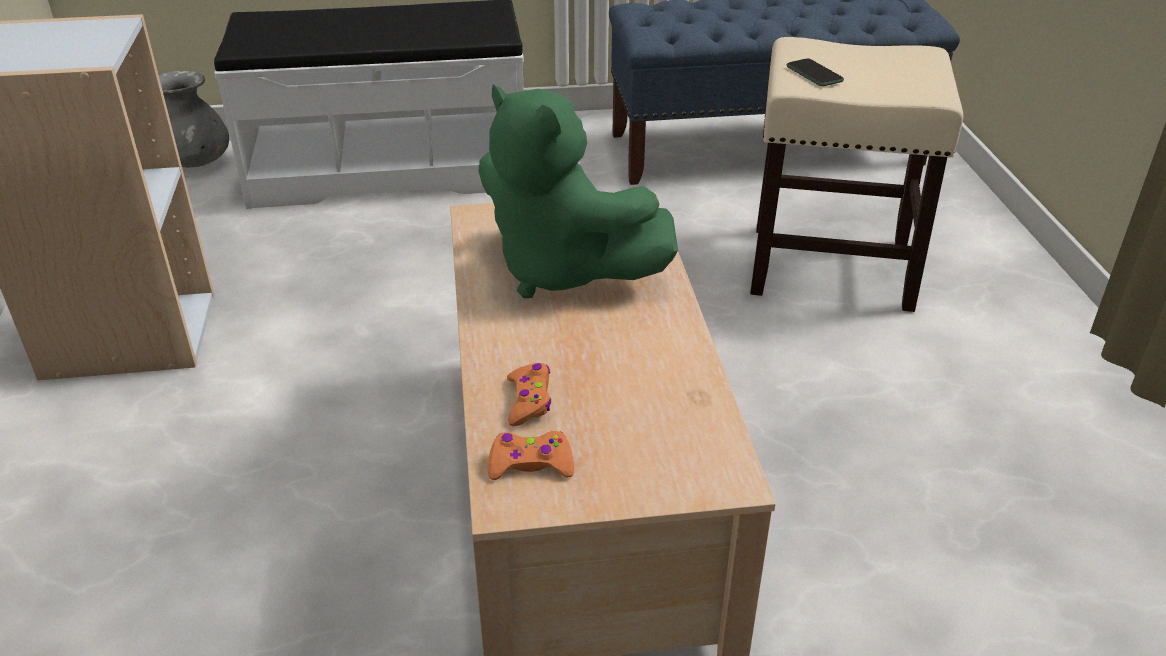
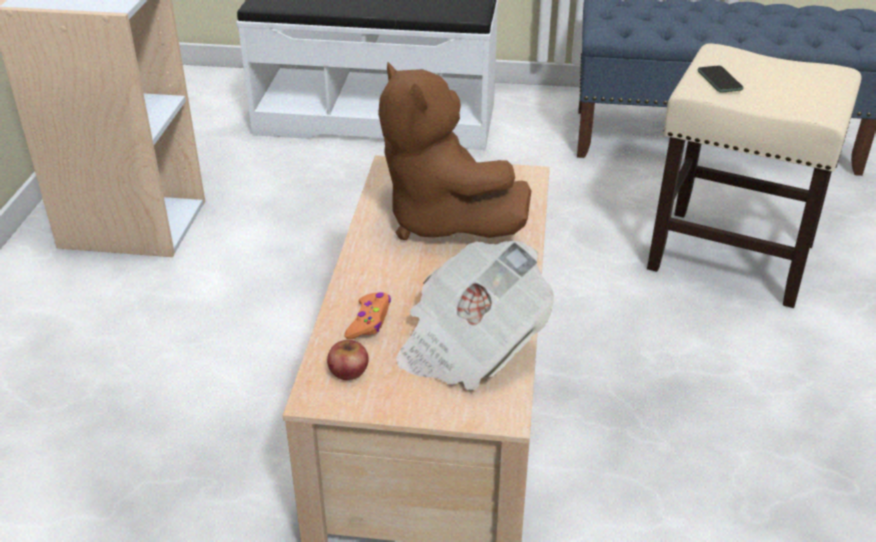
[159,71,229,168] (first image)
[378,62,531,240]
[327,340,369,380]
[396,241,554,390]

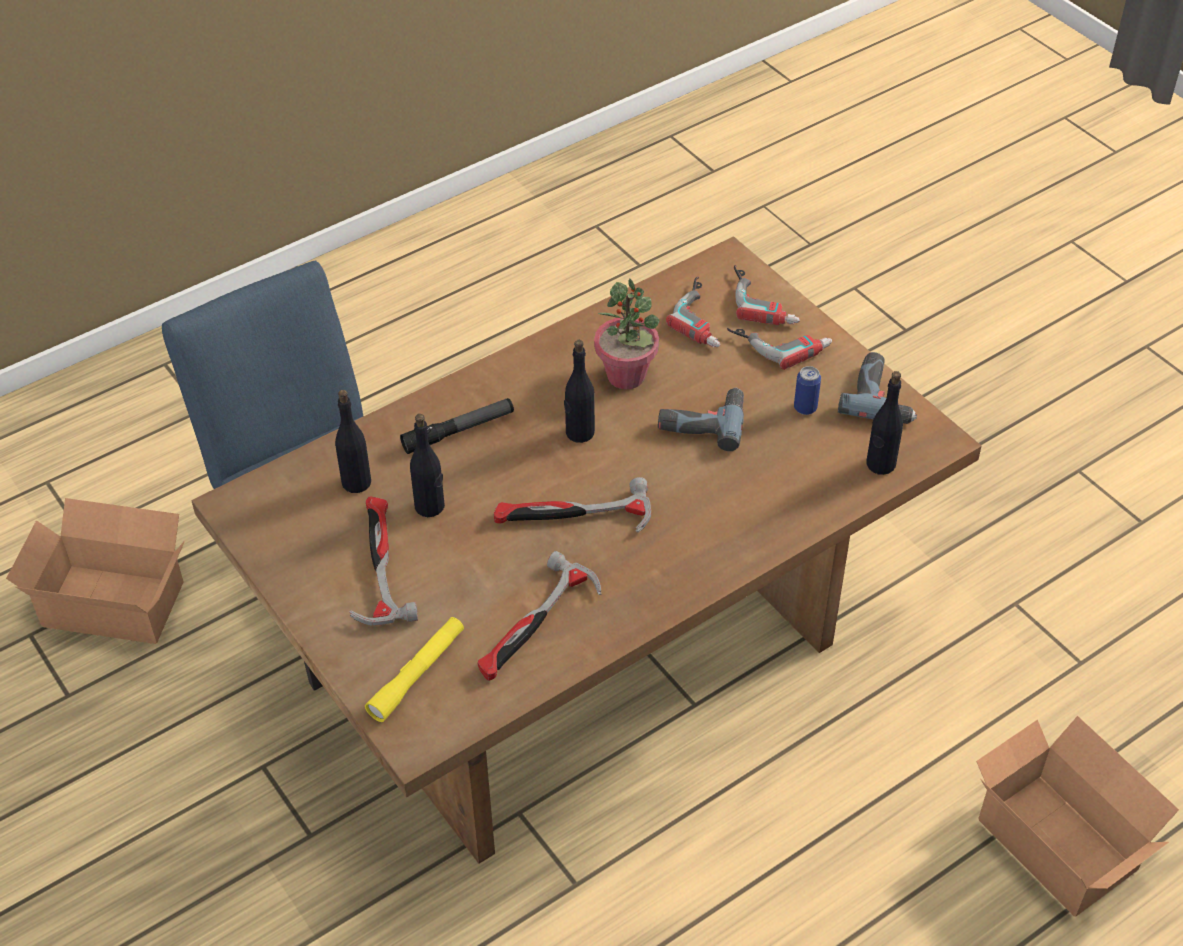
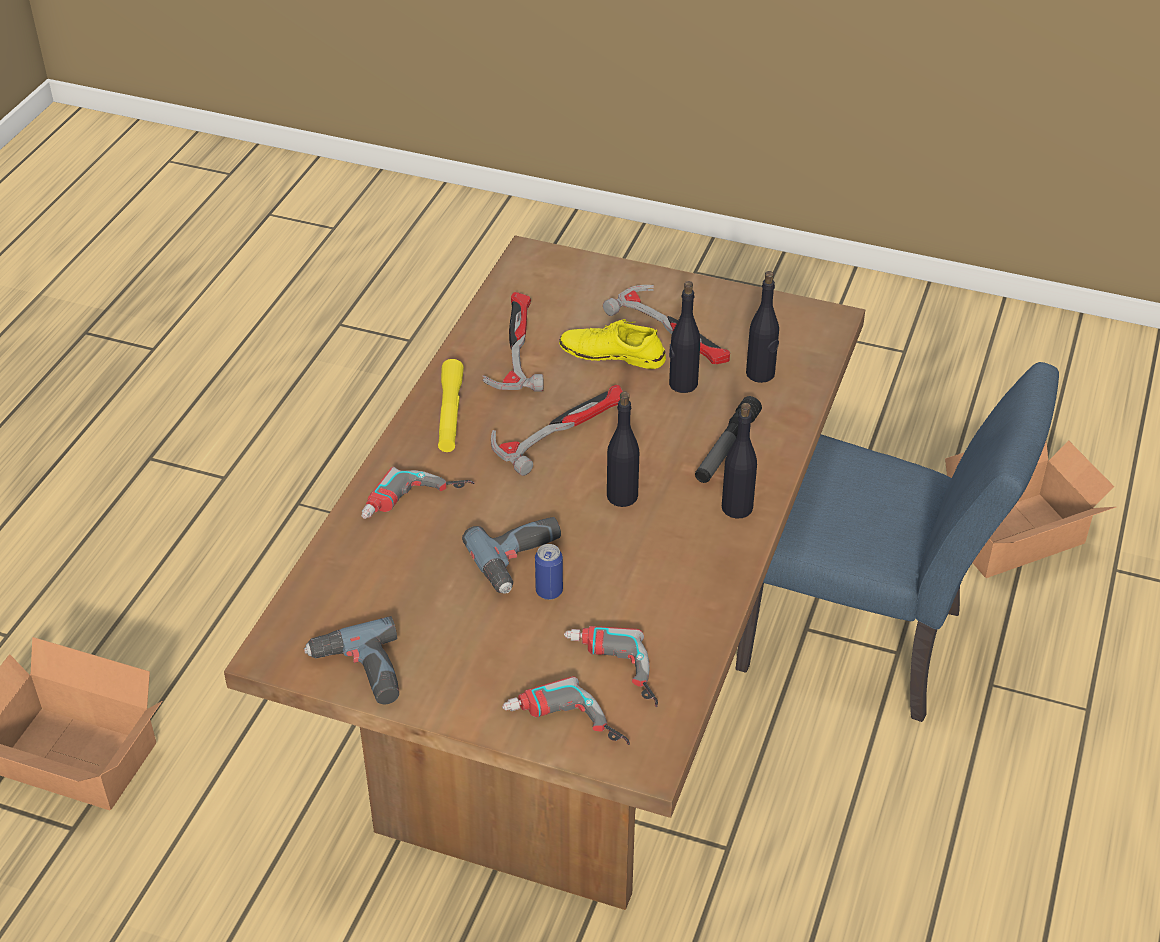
[594,278,660,389] (first image)
[362,467,475,519]
[535,544,563,600]
[722,403,757,519]
[438,359,464,452]
[559,319,666,369]

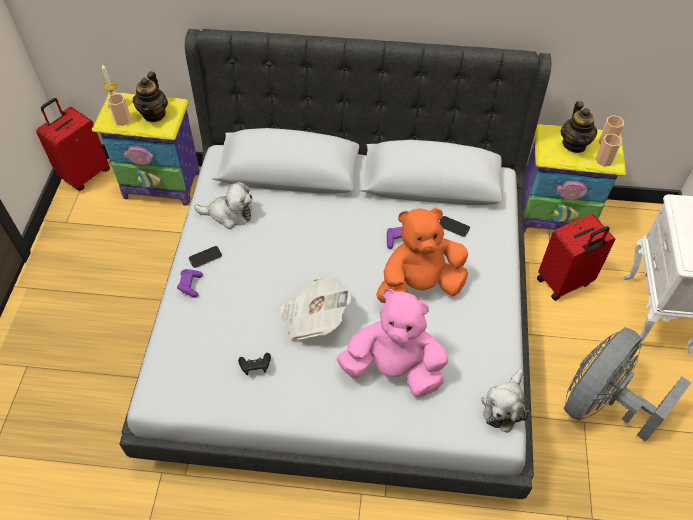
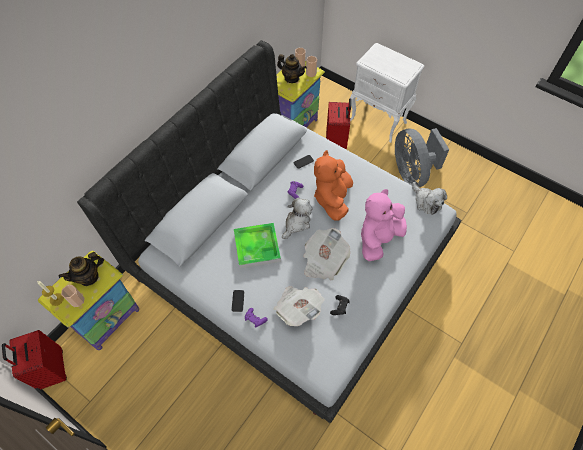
[59,252,104,286]
[282,198,312,239]
[234,223,281,269]
[274,286,324,326]

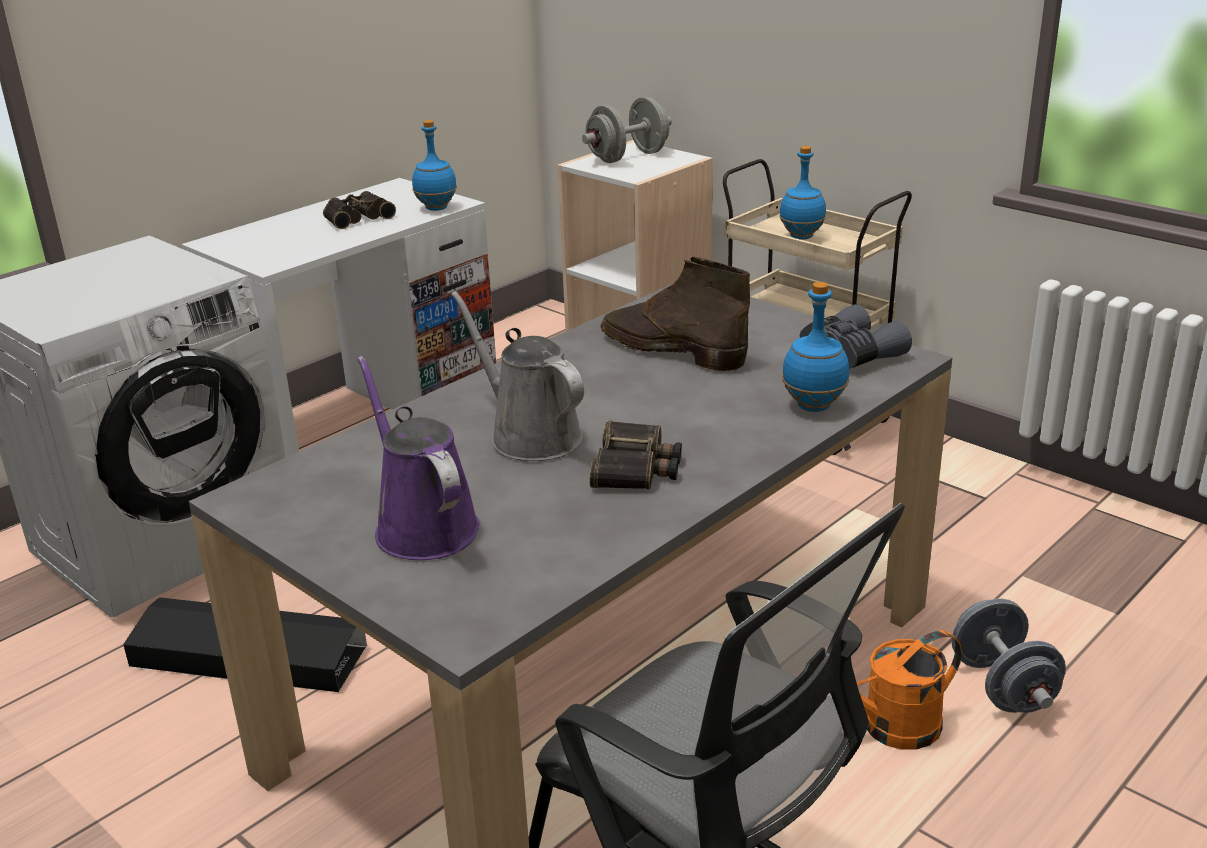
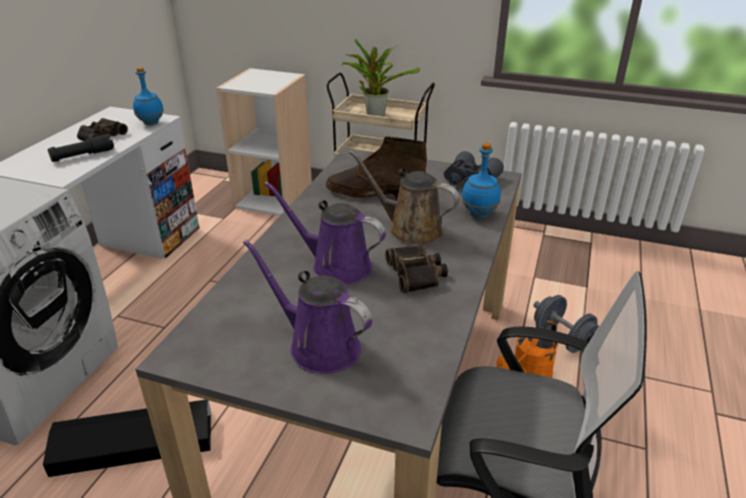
[582,97,672,163] (first image)
[341,39,420,117]
[264,181,386,284]
[48,134,114,162]
[349,150,460,245]

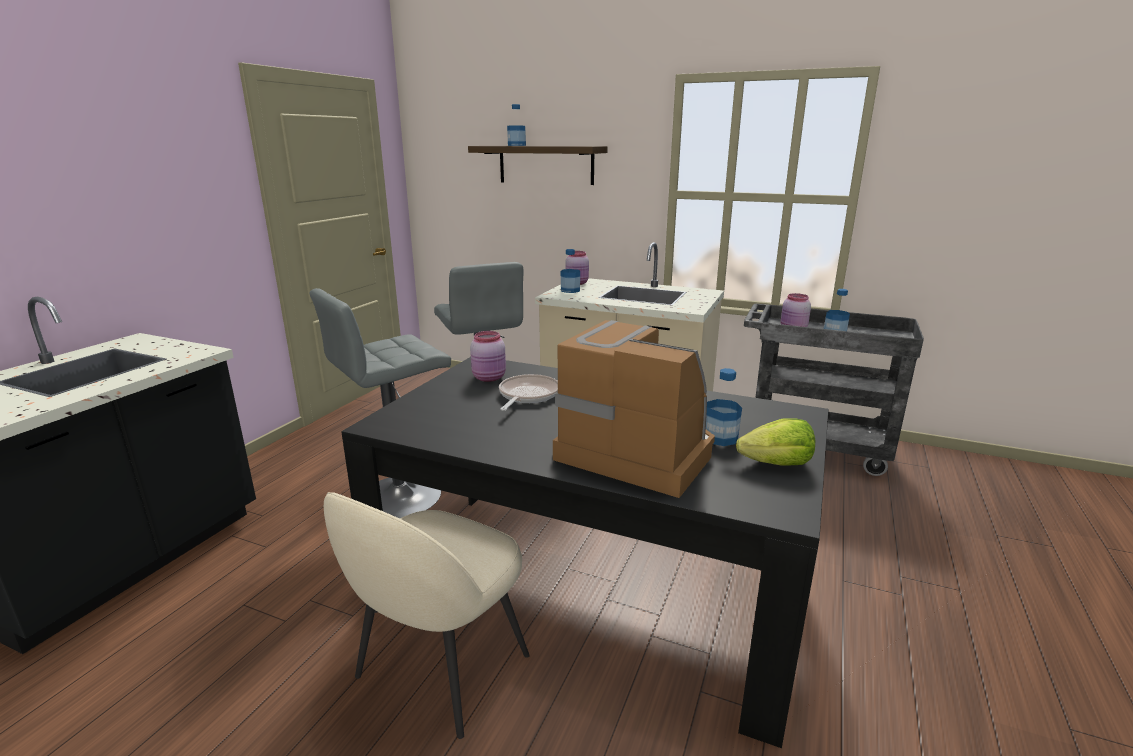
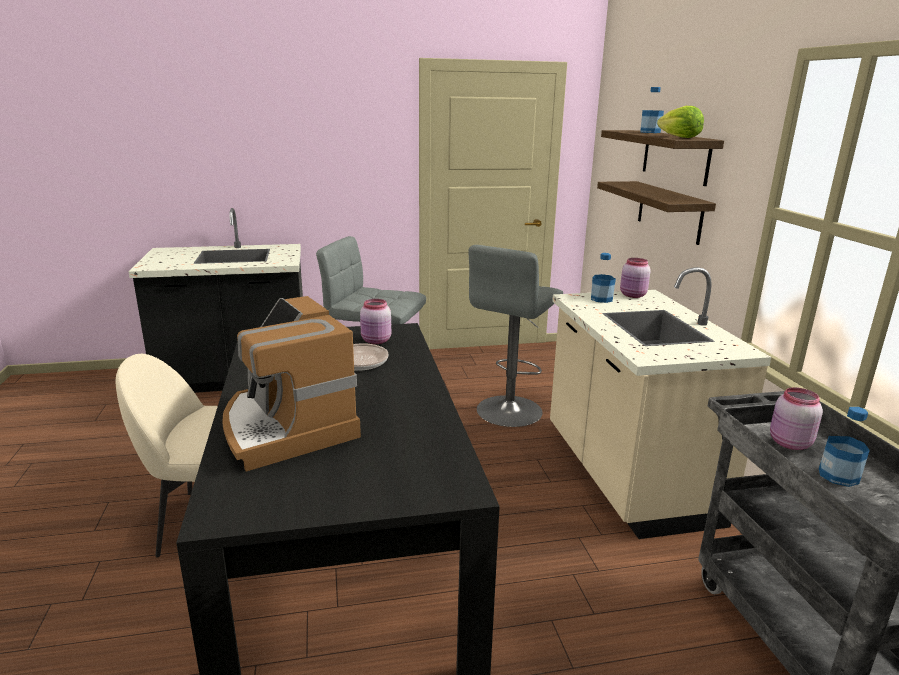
[222,296,361,471]
[706,368,742,446] (first image)
[657,106,704,138]
[597,181,716,245]

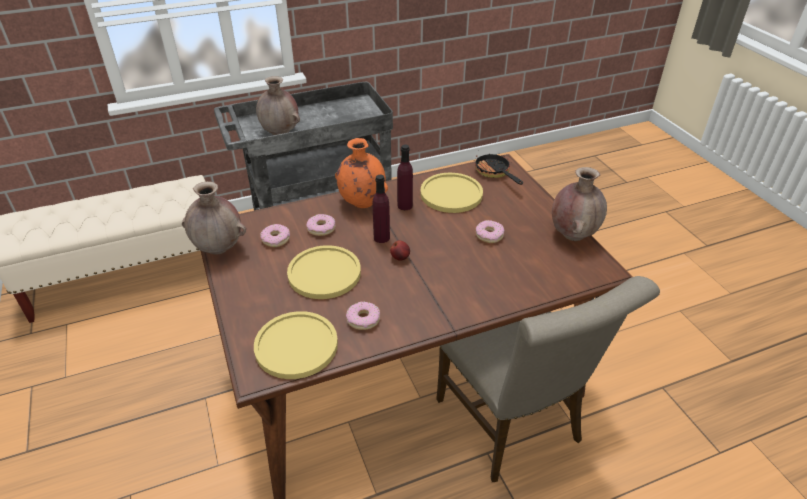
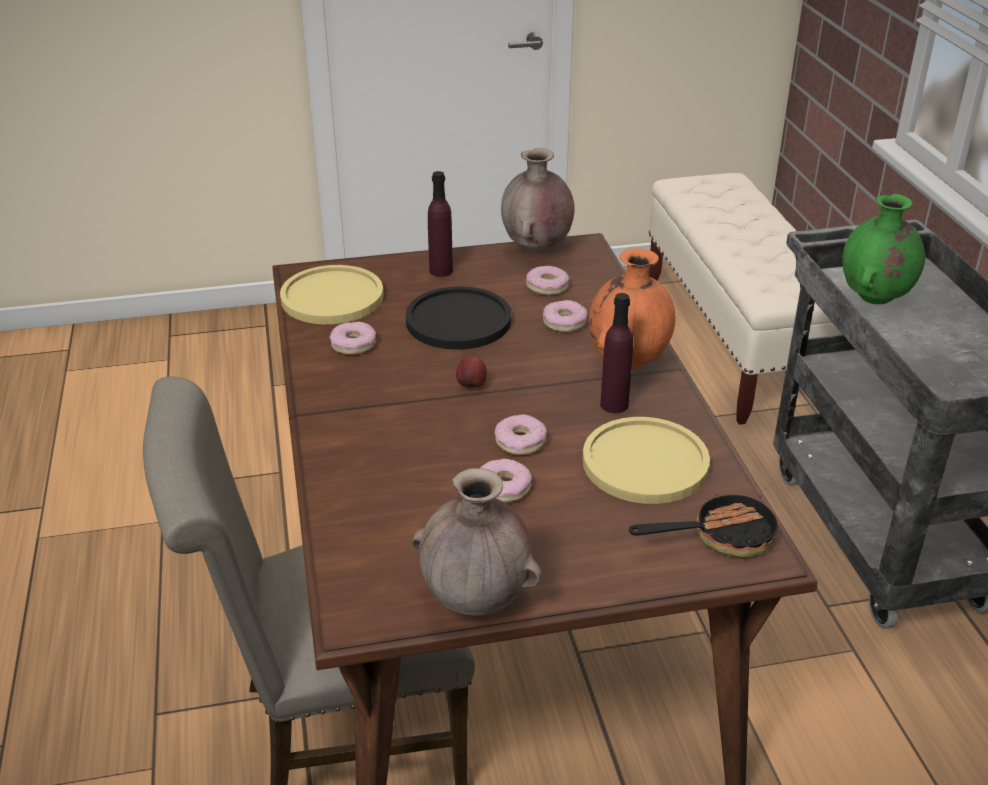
[842,194,925,304]
[428,171,453,277]
[406,286,511,350]
[495,414,547,455]

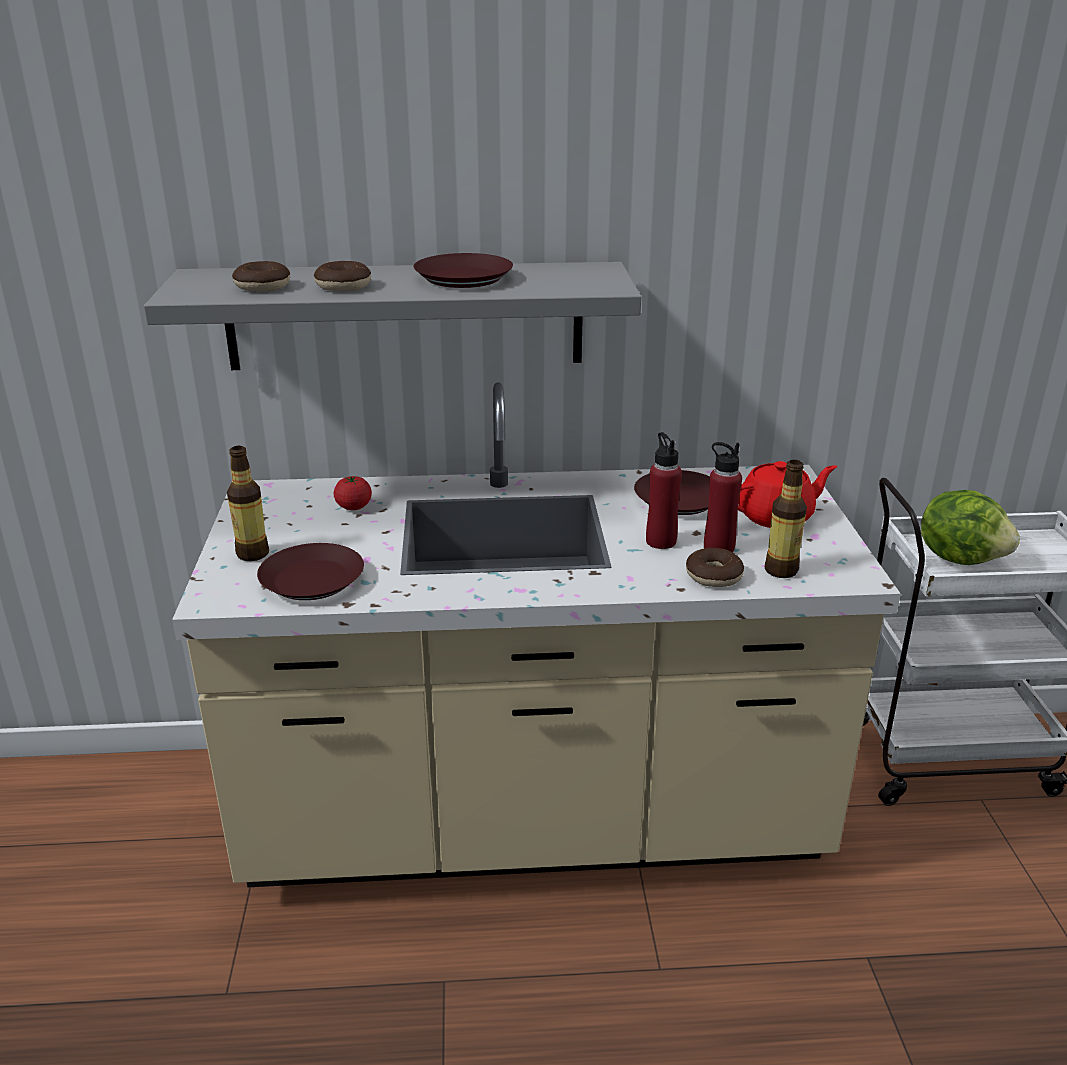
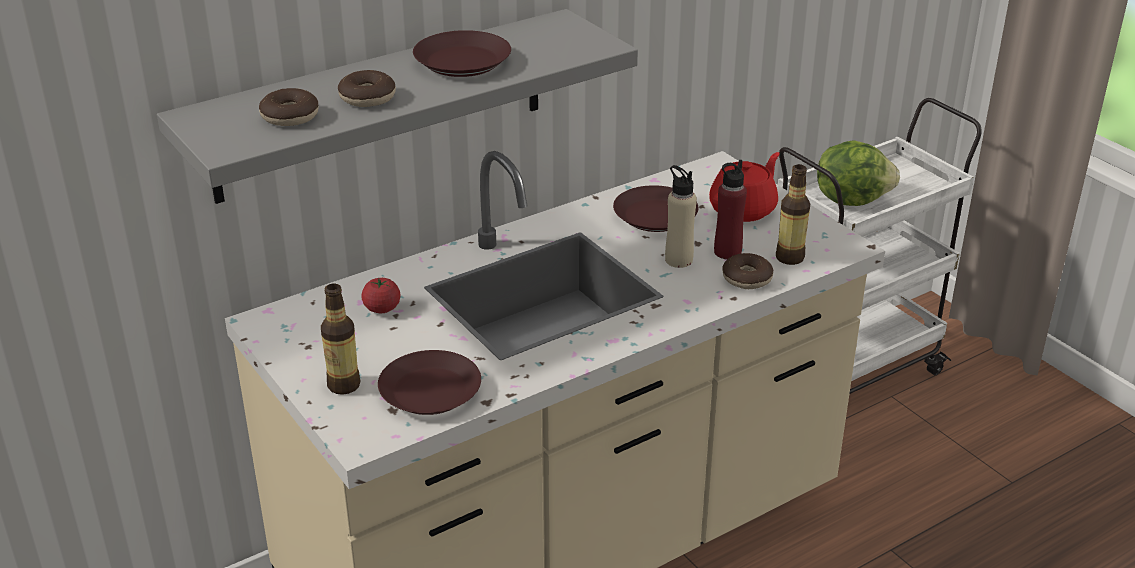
[665,165,697,268]

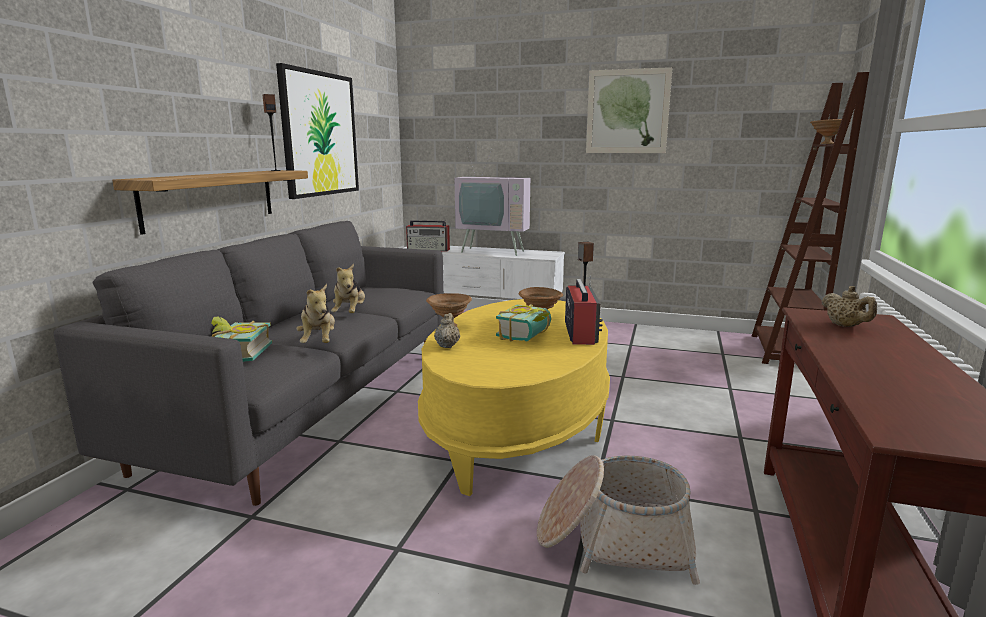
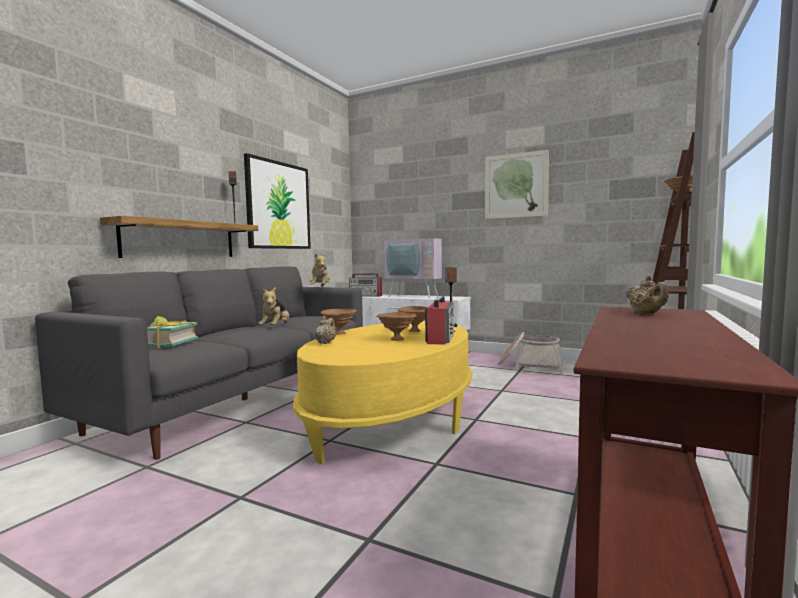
[310,252,330,287]
[376,312,417,341]
[497,332,563,374]

